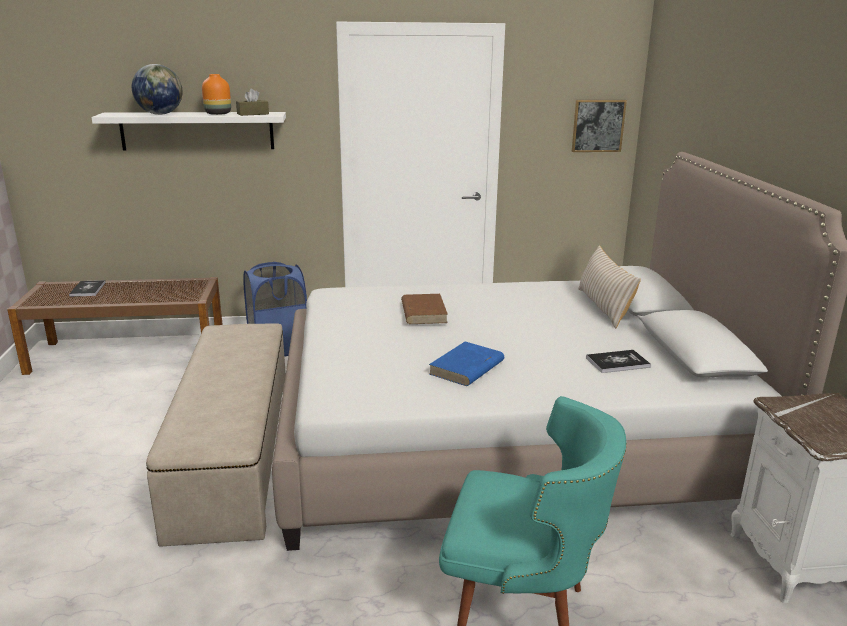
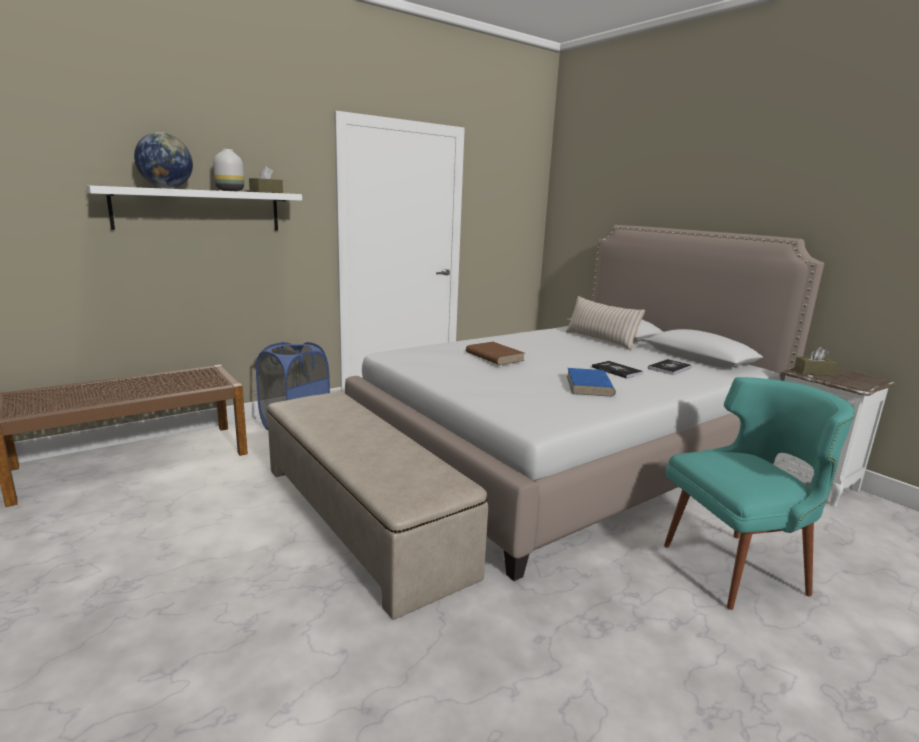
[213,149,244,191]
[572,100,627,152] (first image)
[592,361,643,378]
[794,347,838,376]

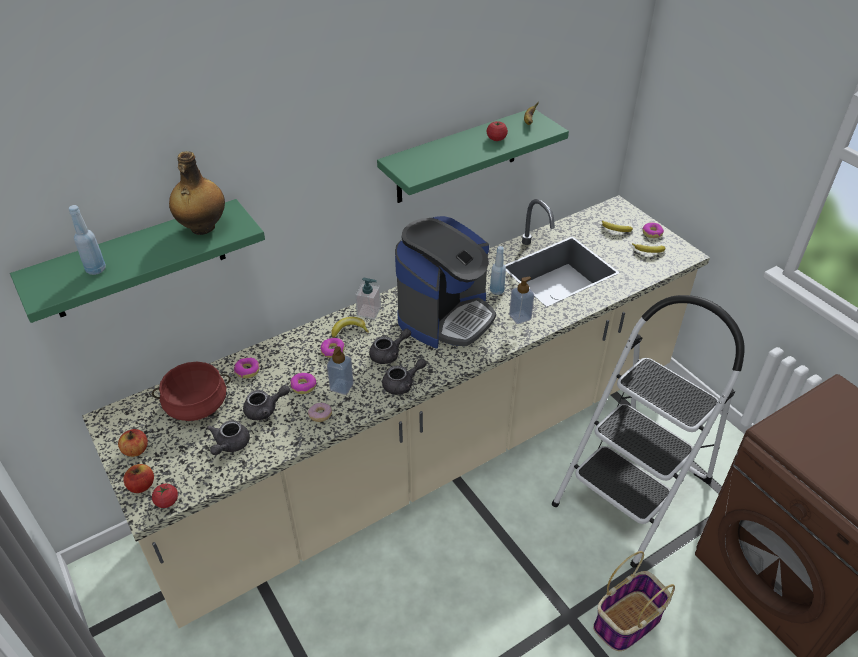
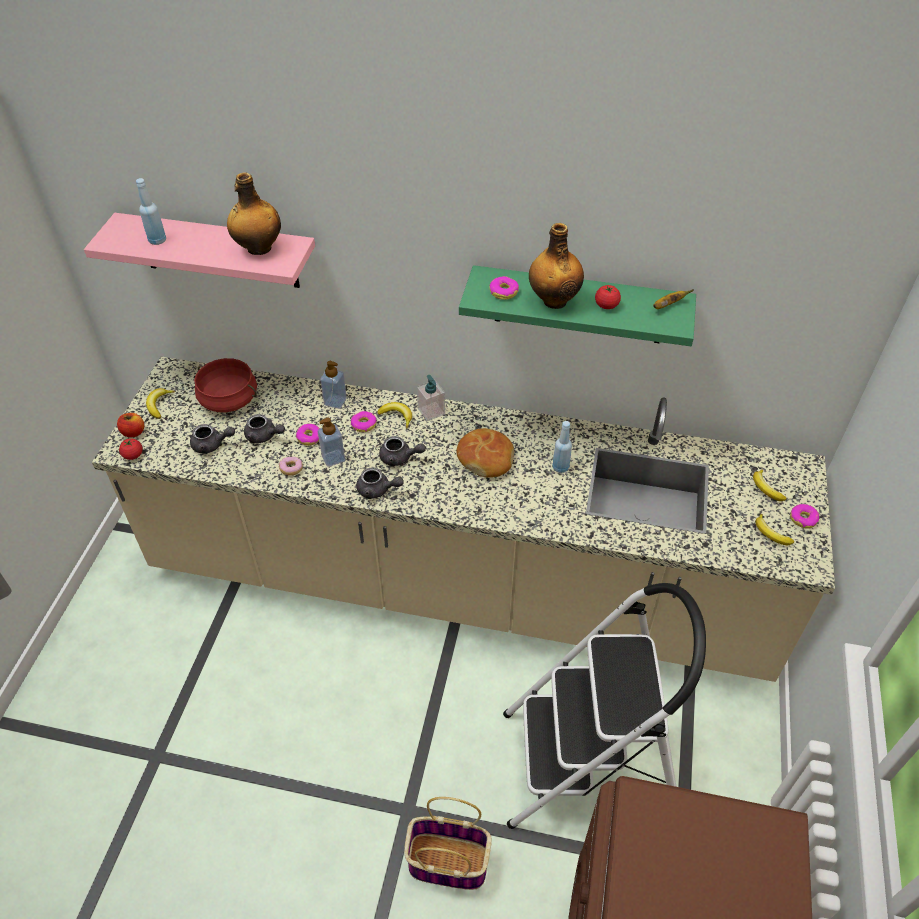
[84,213,315,288]
[456,428,514,478]
[320,361,347,409]
[489,276,519,300]
[190,424,235,454]
[146,388,175,419]
[529,223,584,309]

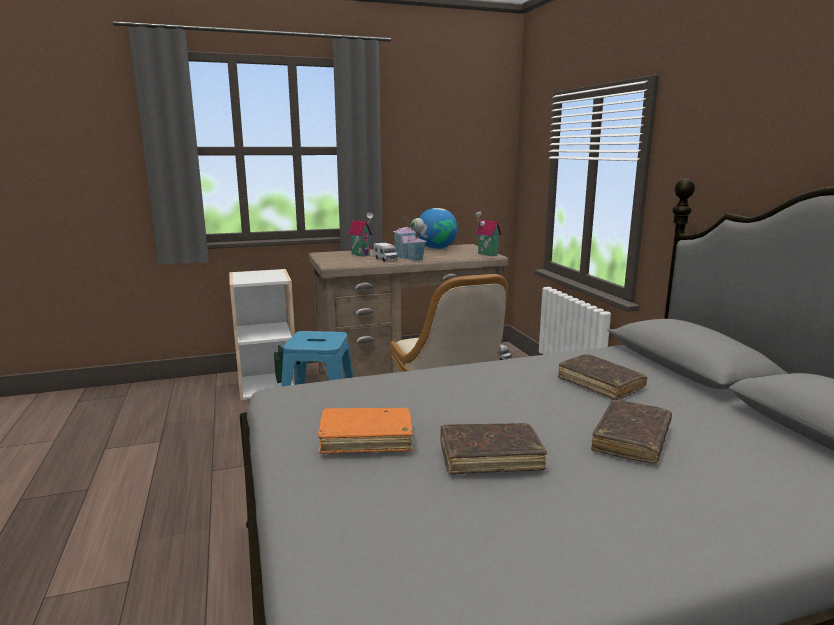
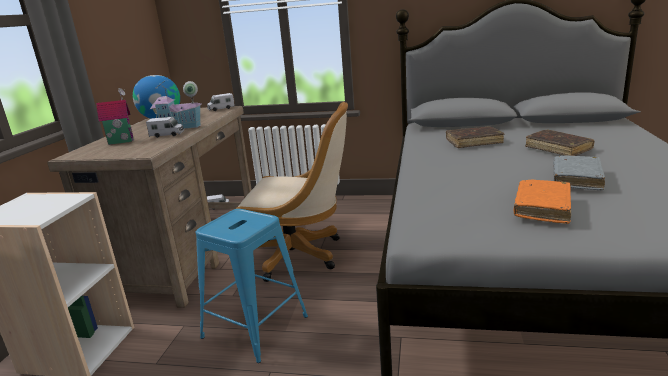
[207,93,235,111]
[553,155,605,190]

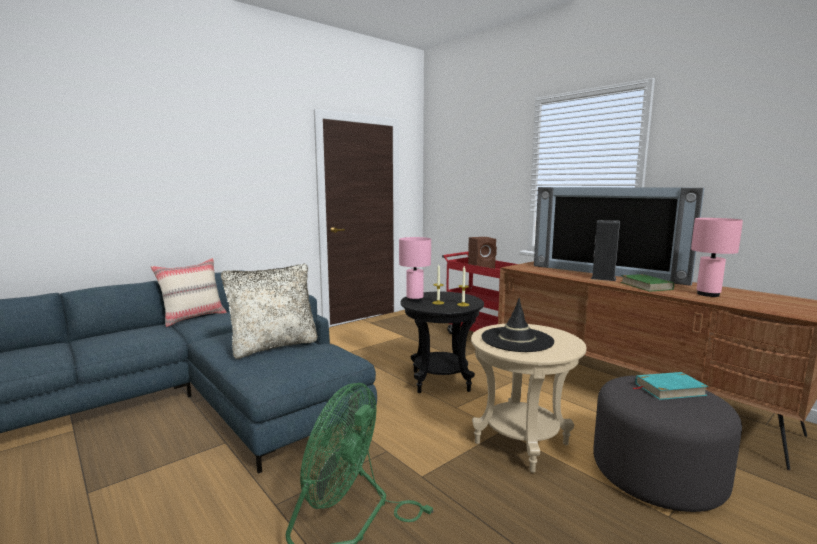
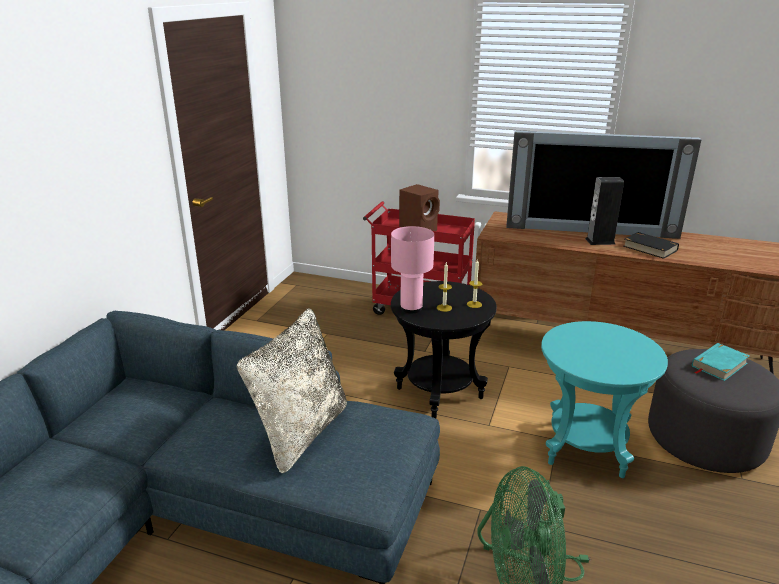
[691,218,743,297] (first image)
[151,258,227,327] (first image)
[623,232,679,259]
[481,298,554,352] (first image)
[541,321,668,478]

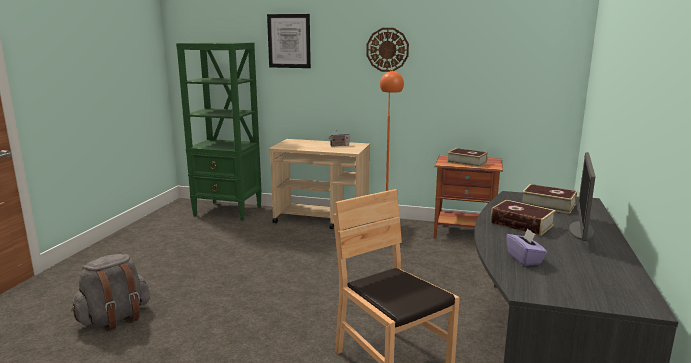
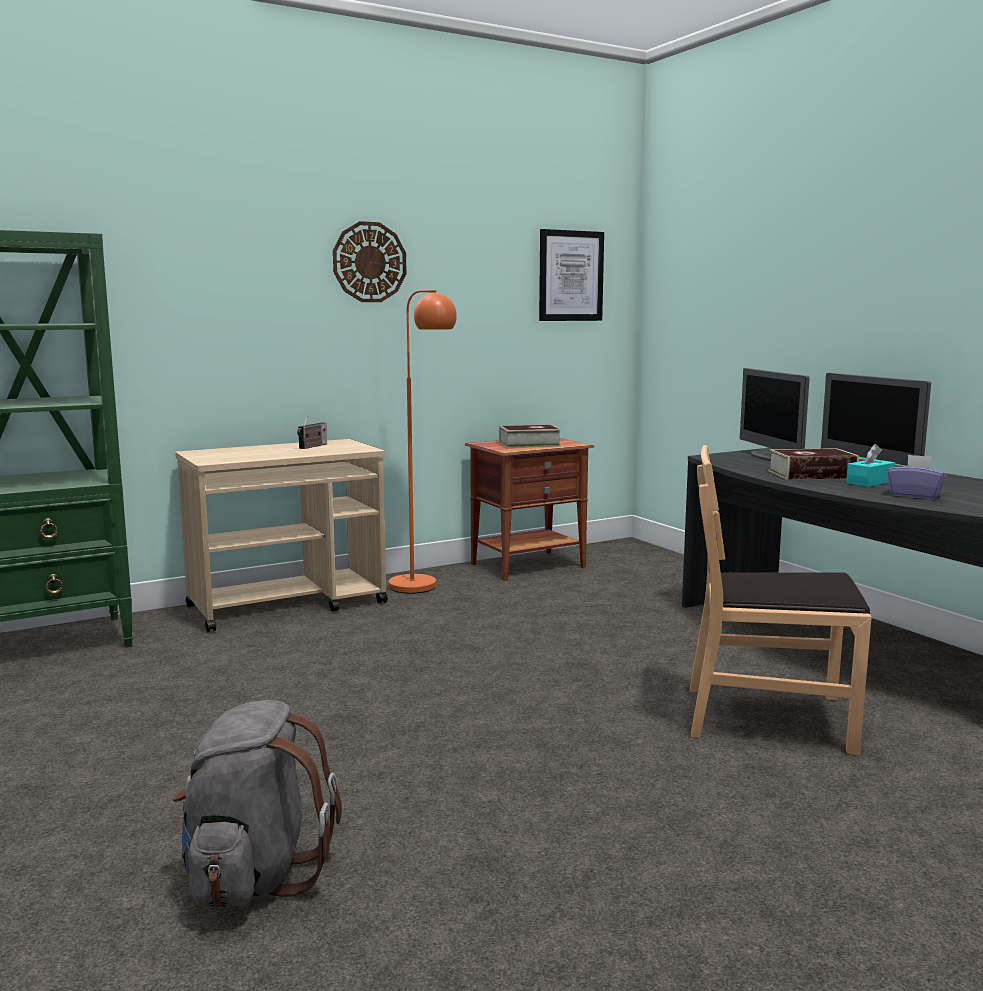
[539,229,604,321]
[740,368,810,461]
[846,444,895,487]

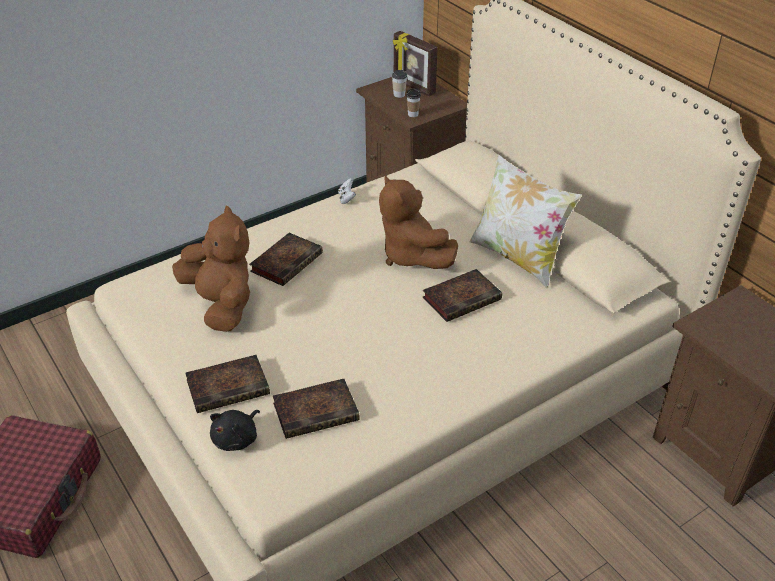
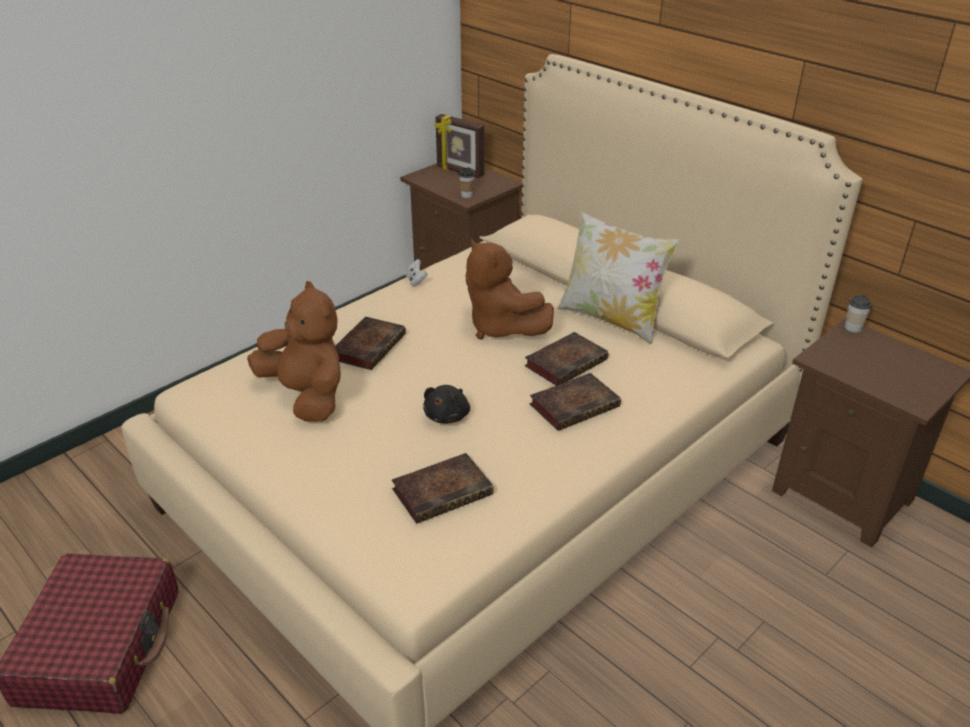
[845,295,872,333]
[529,373,621,431]
[423,385,470,424]

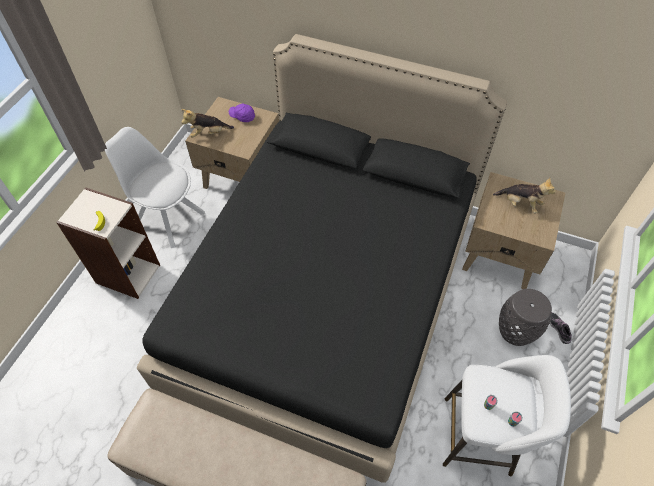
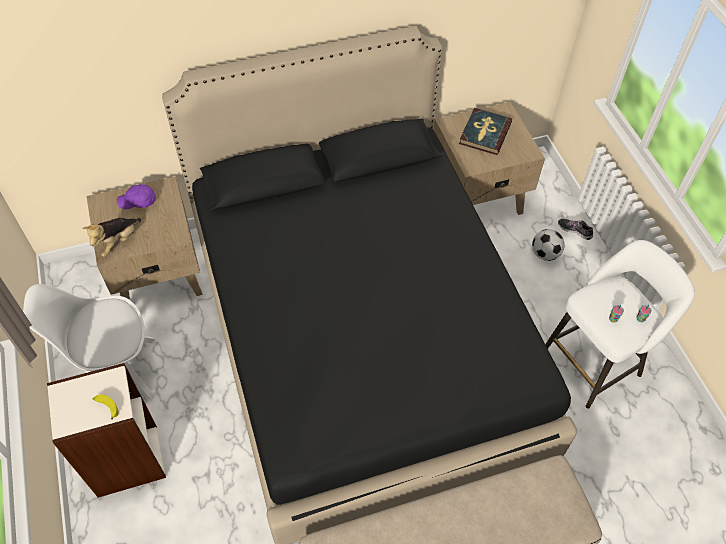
[459,108,512,155]
[532,229,564,261]

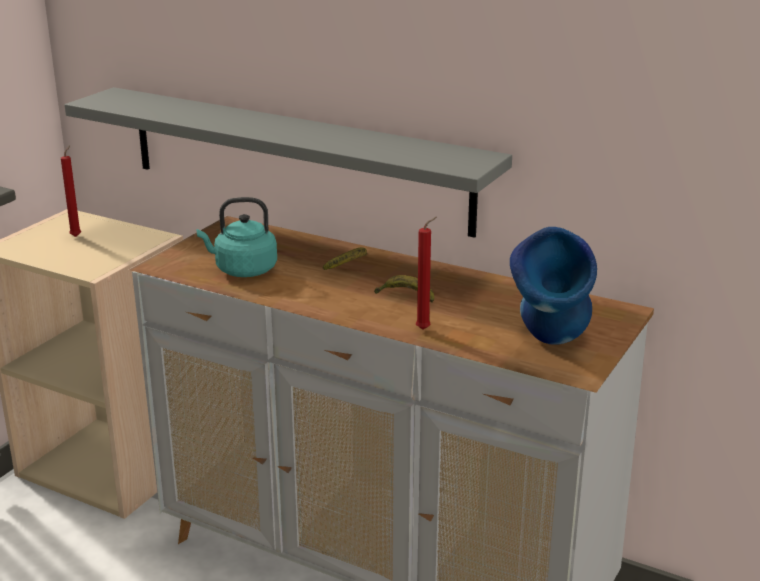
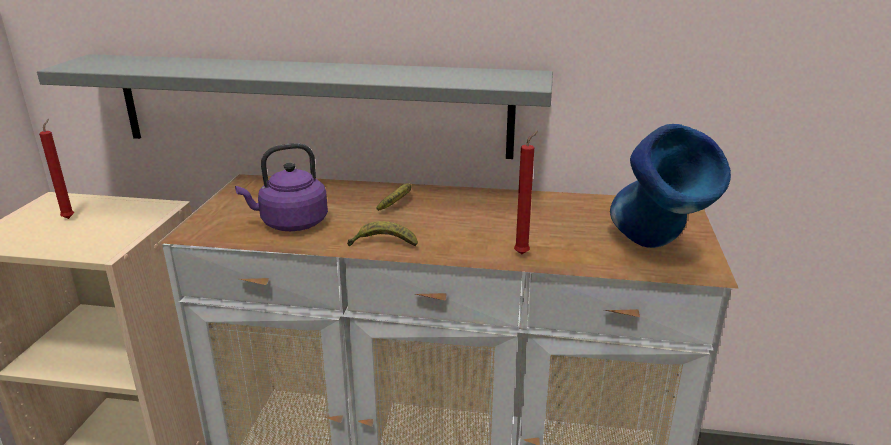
[235,143,328,231]
[347,221,418,246]

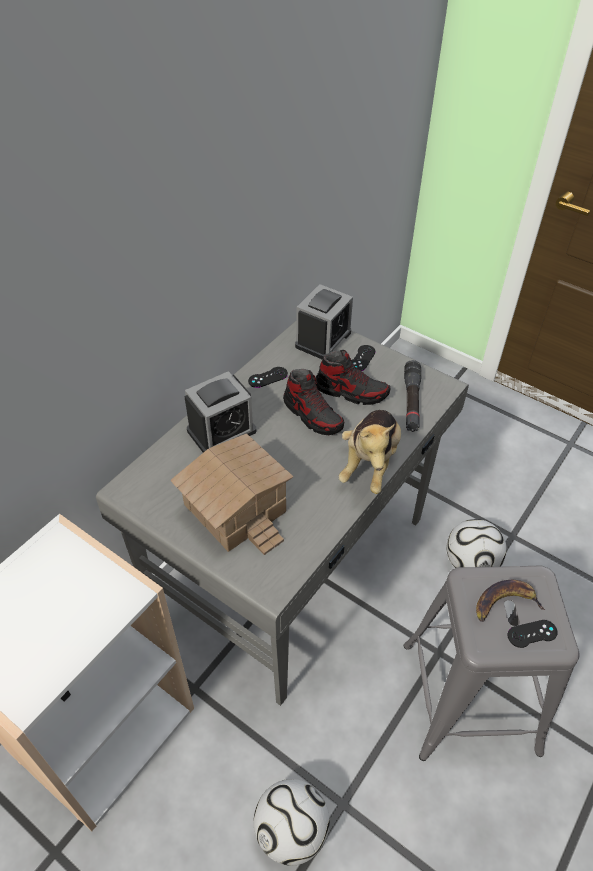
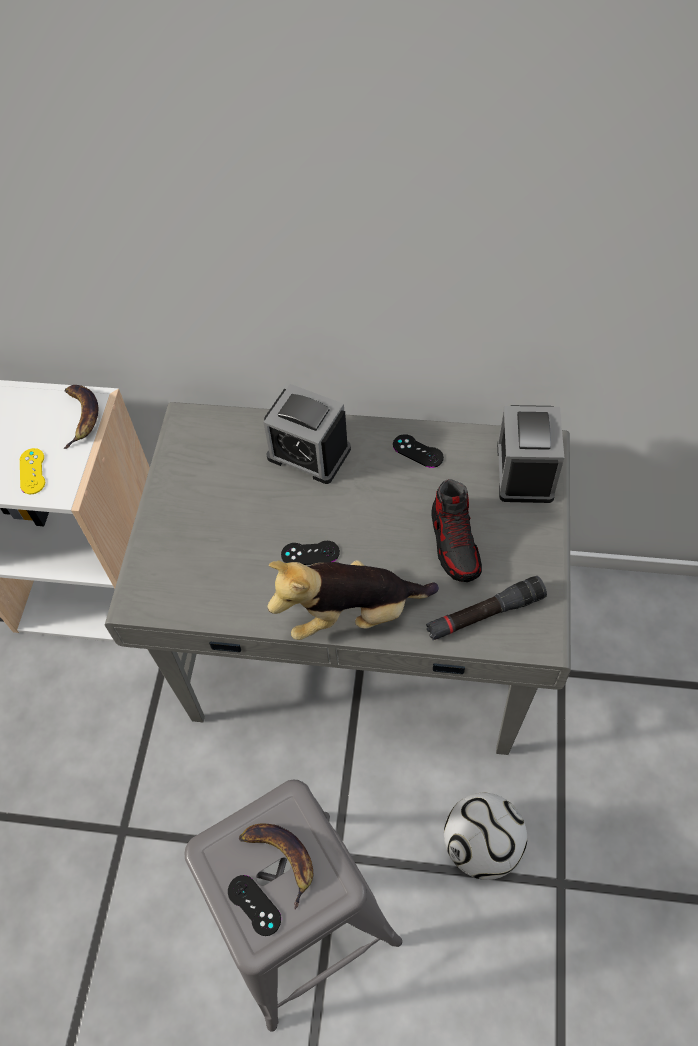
[497,405,564,503]
[281,541,340,565]
[283,369,344,435] (first image)
[170,434,294,555] (first image)
[254,779,330,866] (first image)
[63,385,99,449]
[20,448,45,494]

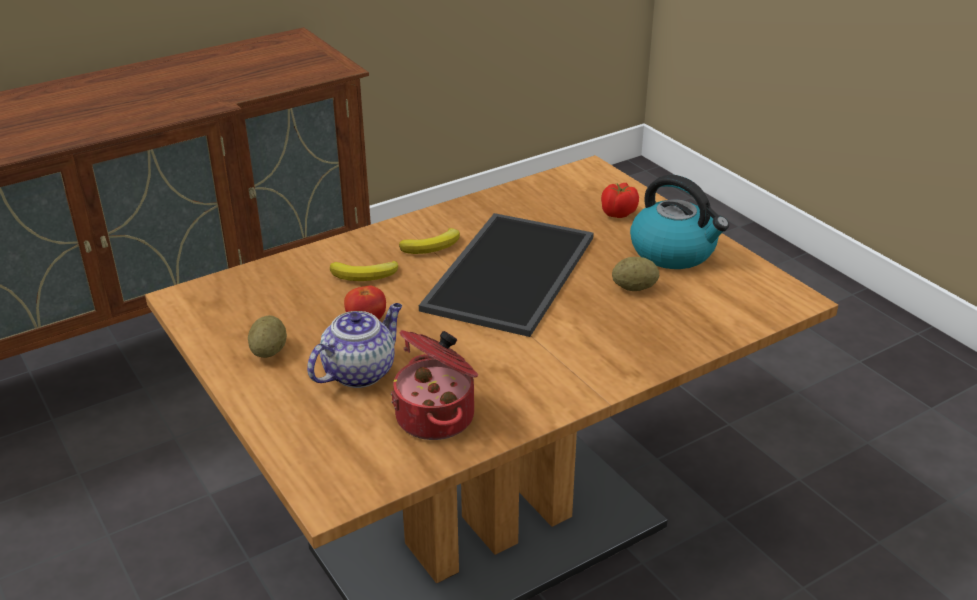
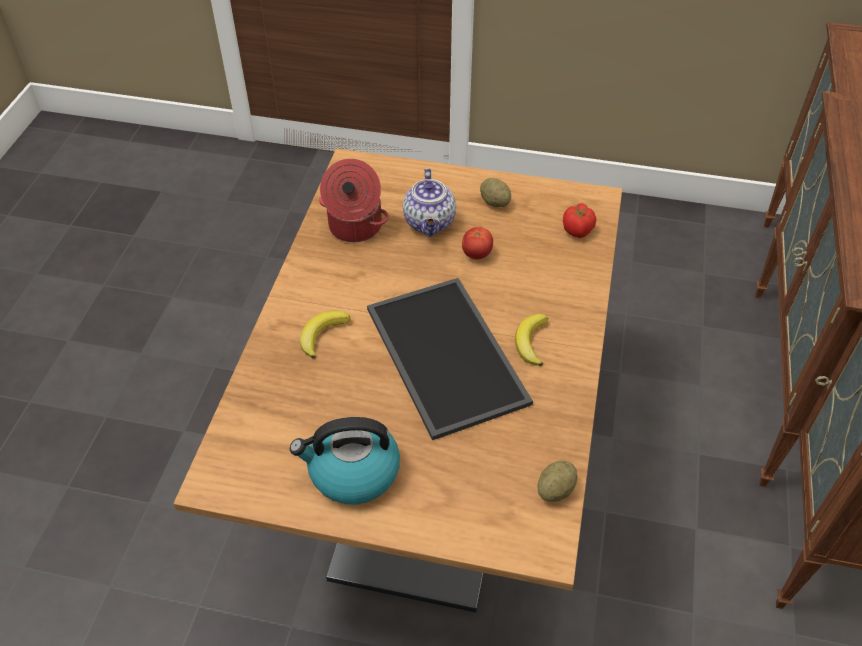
[563,203,596,238]
[537,461,577,502]
[300,310,350,359]

